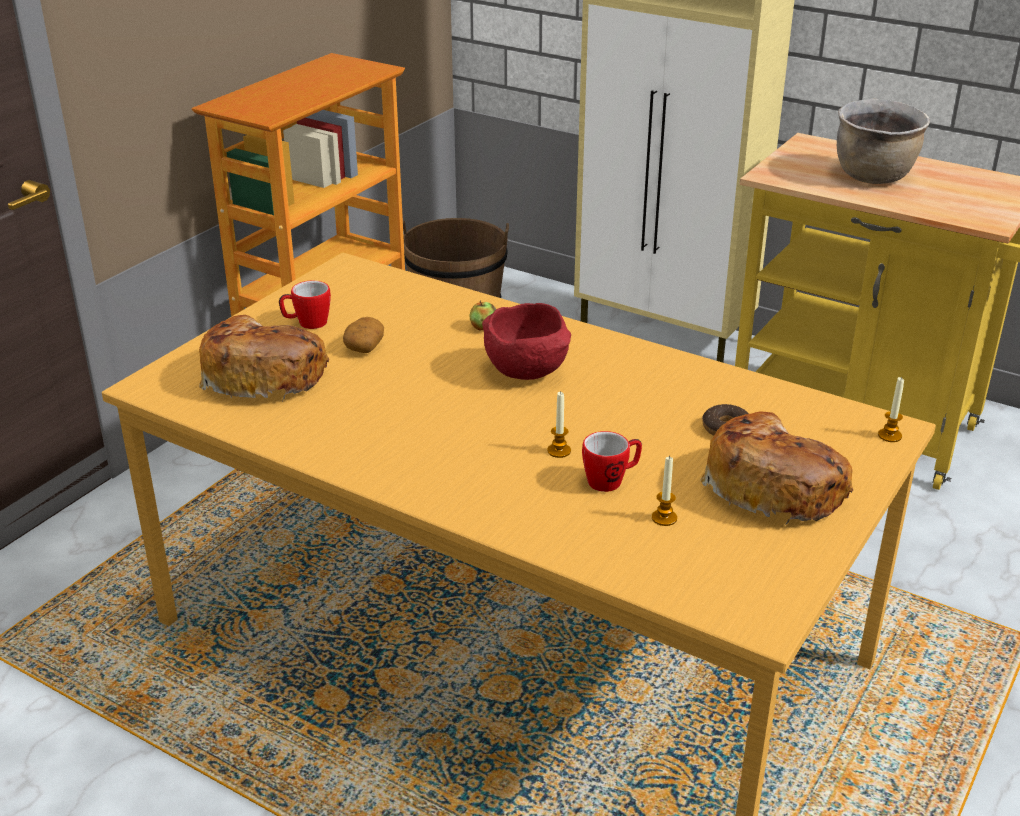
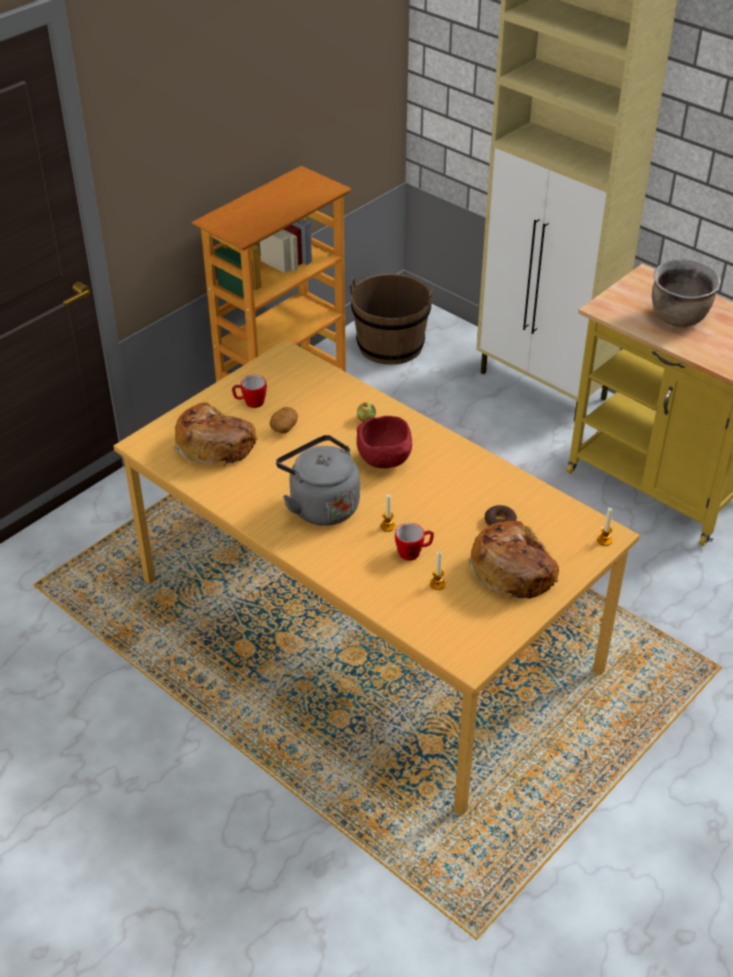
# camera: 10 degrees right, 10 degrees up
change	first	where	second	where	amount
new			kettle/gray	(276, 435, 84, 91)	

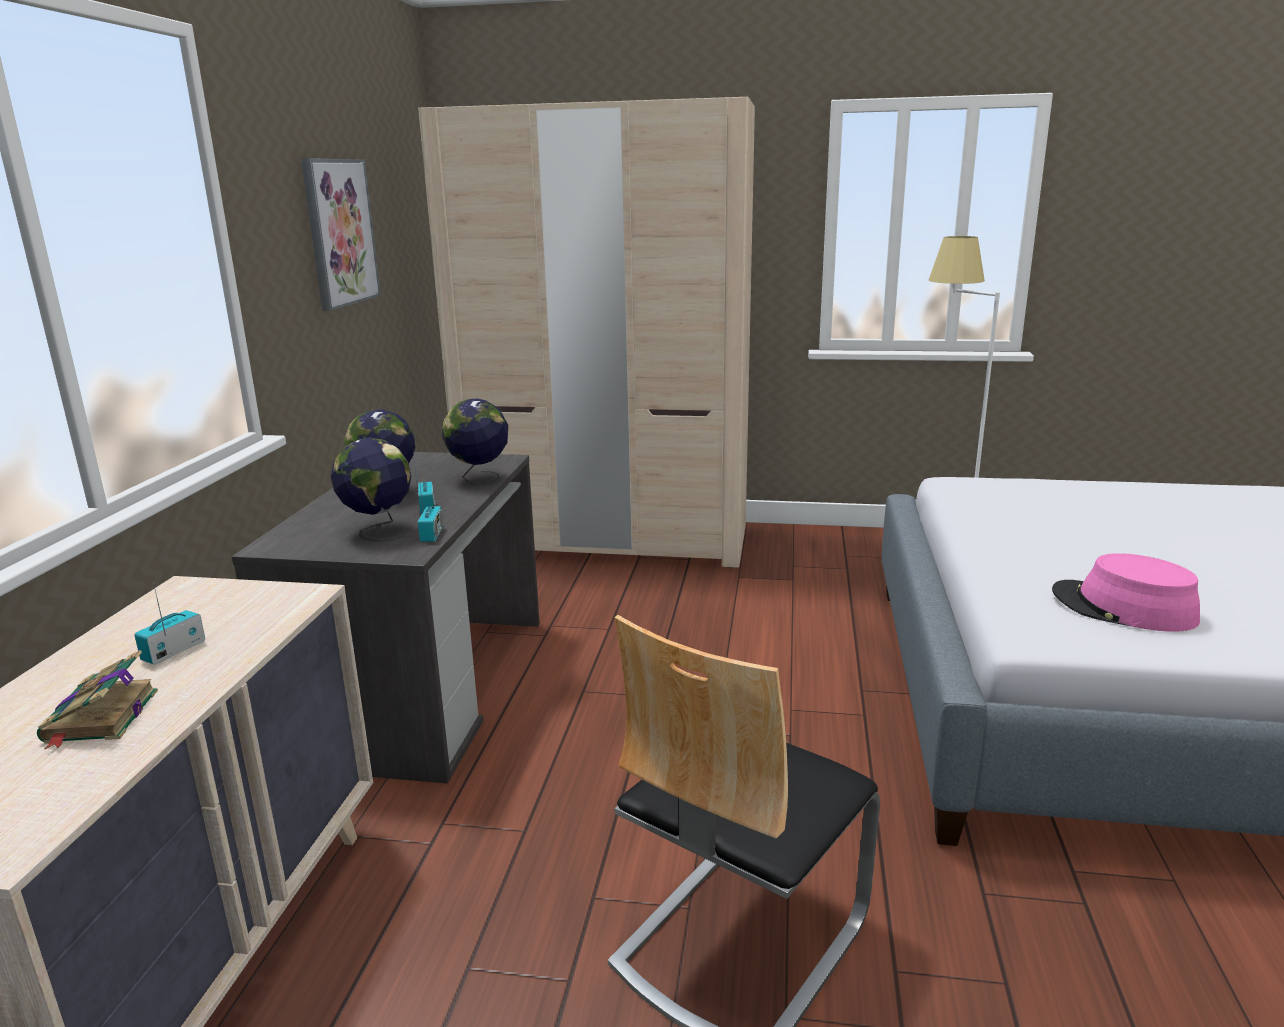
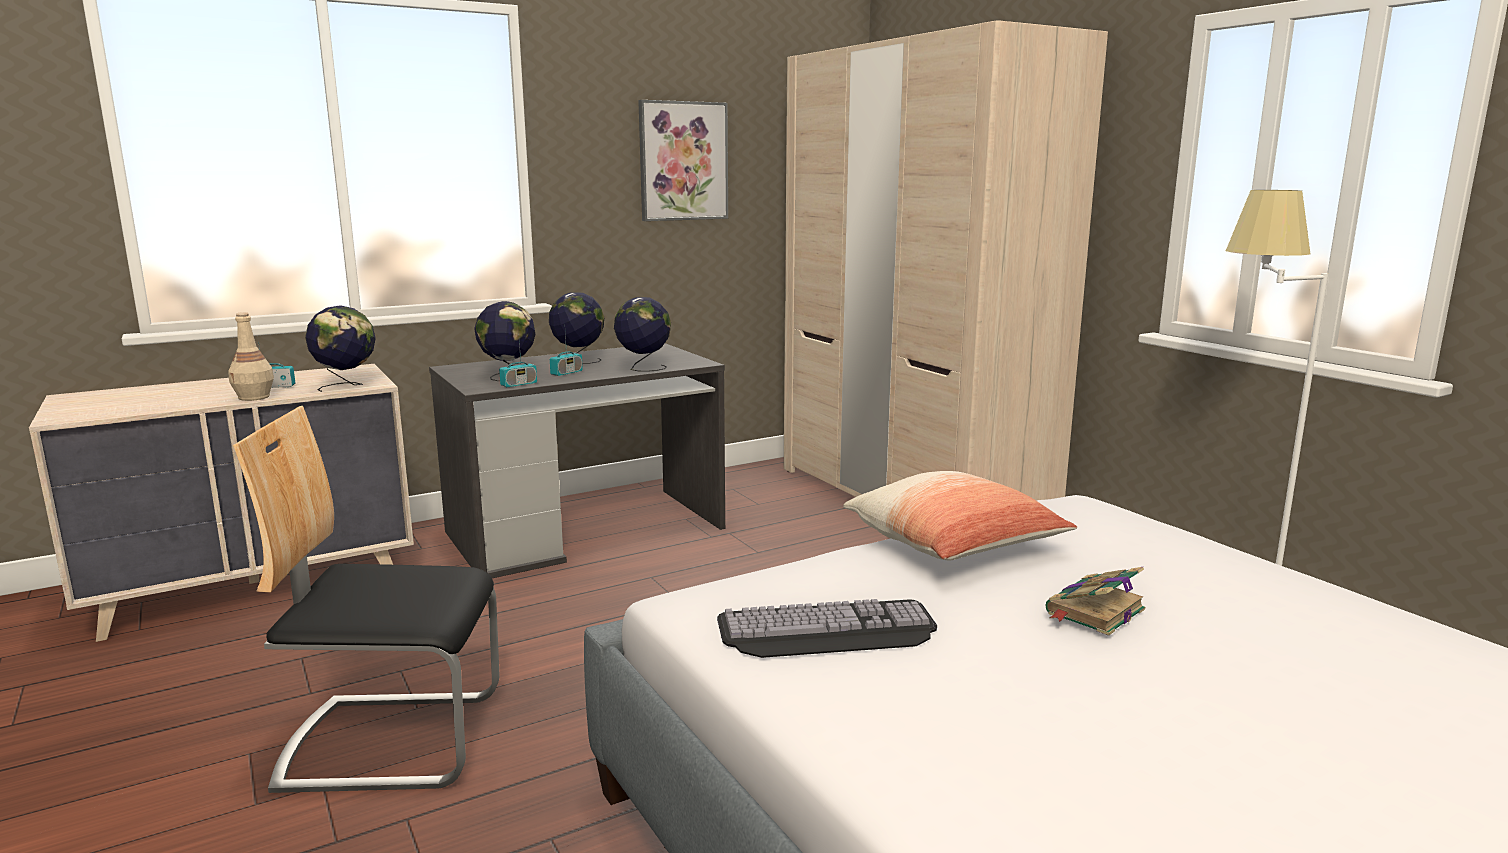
# camera: 50 degrees right, 5 degrees down
change	first	where	second	where	amount
new			beverage bottle/sand-coloured	(228, 312, 46, 89)	
new			globe	(305, 305, 71, 87)	
swapped	wearable hat/pink	(1052, 553, 148, 79)	keyboard	(717, 599, 220, 59)	
new			pillow	(843, 471, 234, 89)	
shifted	volume	(37, 650, 121, 99)		(1046, 567, 99, 69)	

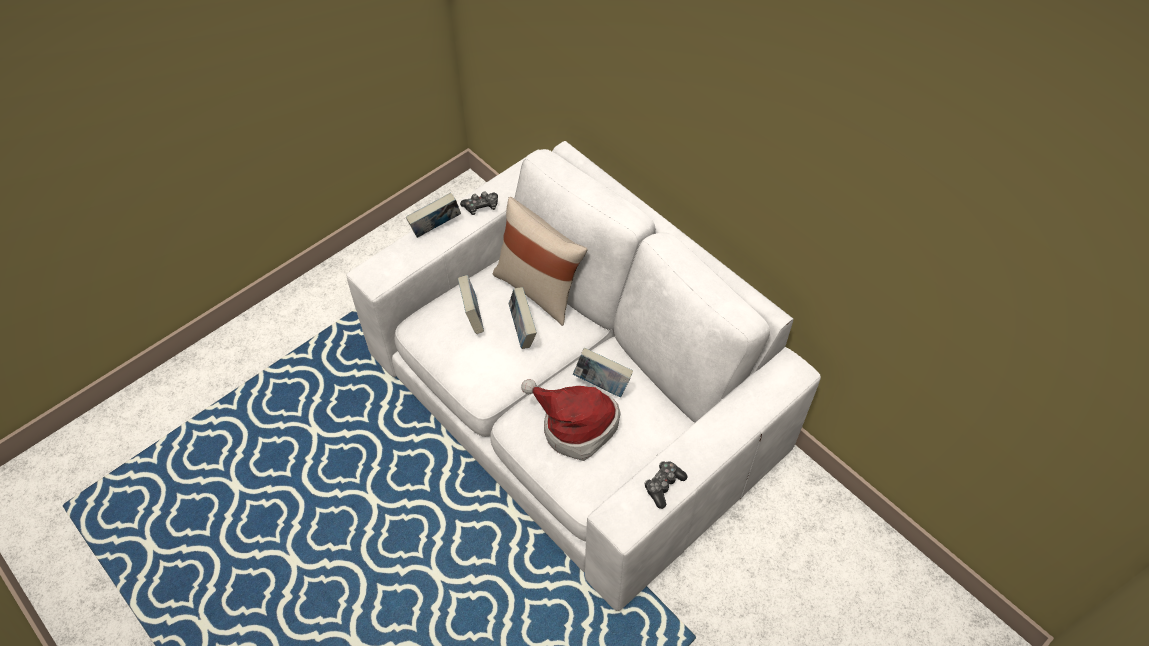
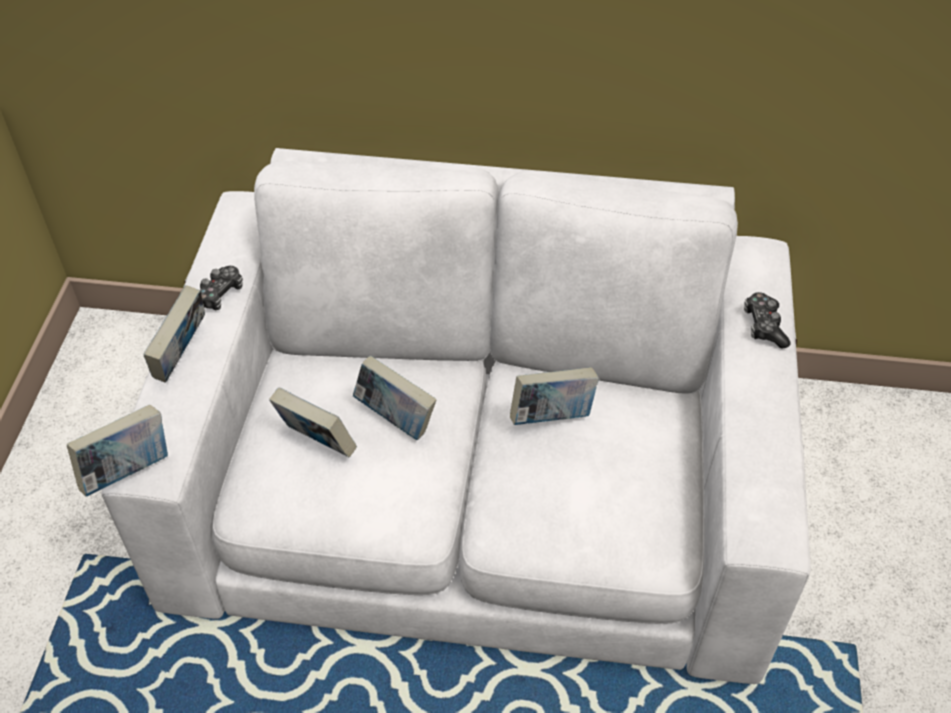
# camera: 40 degrees left, 5 degrees down
change	first	where	second	where	amount
new			volume	(67, 405, 101, 92)	
shifted	joypad	(644, 461, 44, 48)		(744, 292, 46, 56)	
gone	pillow/sand-coloured	(493, 197, 94, 129)			
gone	wearable hat	(521, 379, 99, 82)			

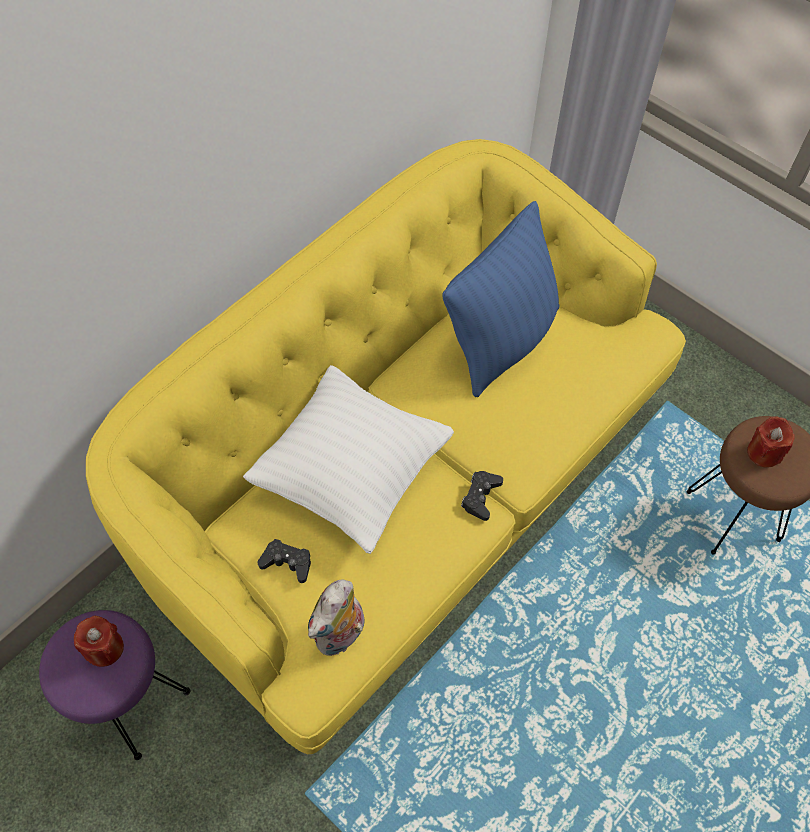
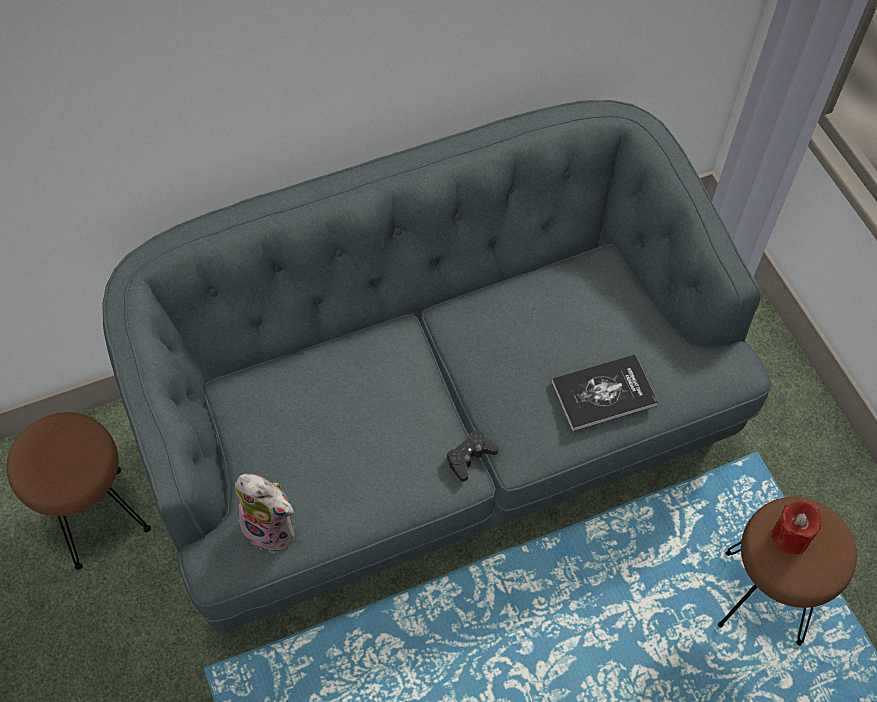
# camera: 25 degrees right, 0 degrees up
change	first	where	second	where	amount
repainted	stool seat/purple	(39, 610, 151, 150)	stool seat/brown-coloured	(7, 412, 144, 158)	
repainted	sofa/yellowish	(86, 139, 600, 615)	sofa/gray	(102, 100, 670, 532)	
rotated	cuddly toy	(308, 580, 56, 76)		(235, 474, 60, 79)	120 degrees counterclockwise
new			volume	(551, 355, 107, 76)	
gone	candle/red-coloured	(74, 616, 50, 51)			
gone	pillow/whitish	(243, 365, 211, 189)			
gone	joypad/blackish	(257, 539, 54, 44)			
gone	pillow/blue-coloured	(442, 201, 117, 196)			

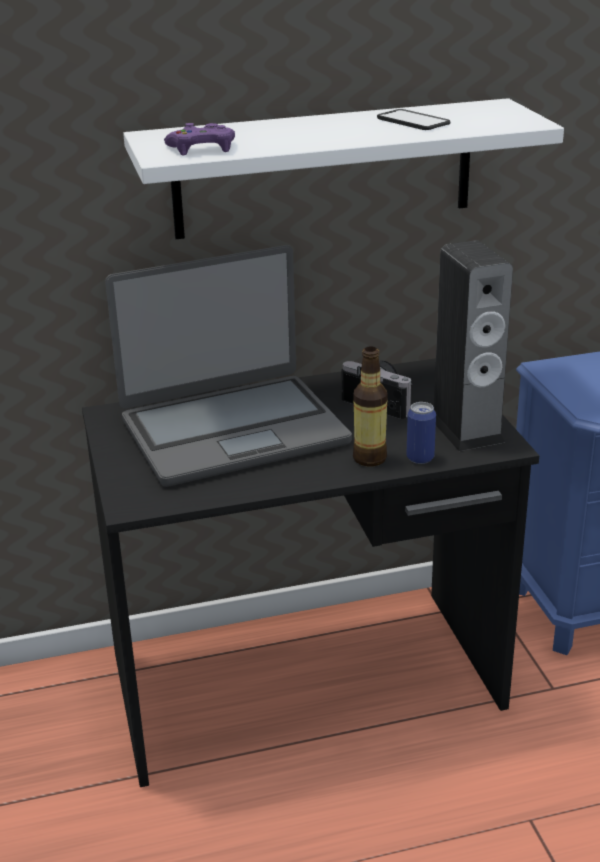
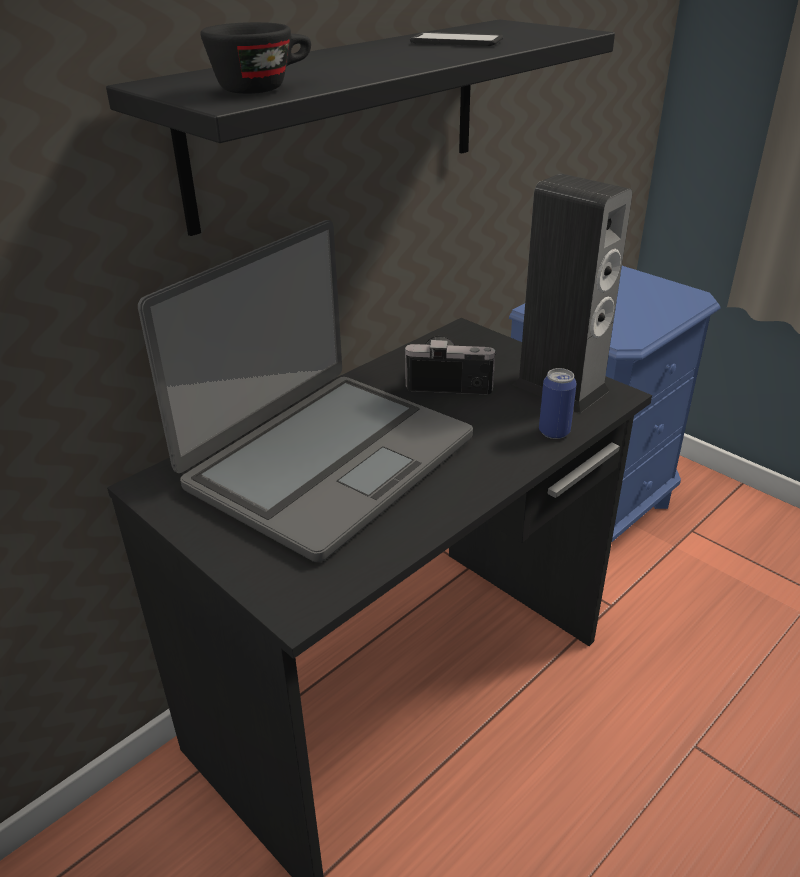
# camera: 30 degrees left, 5 degrees up
change	first	where	second	where	amount
repainted	shelf/whitish	(123, 98, 441, 141)	shelf/blackish	(106, 19, 509, 217)	
swapped	joypad/purple	(164, 123, 71, 32)	cup/blackish	(200, 22, 111, 72)	
gone	beverage bottle	(353, 346, 35, 120)			

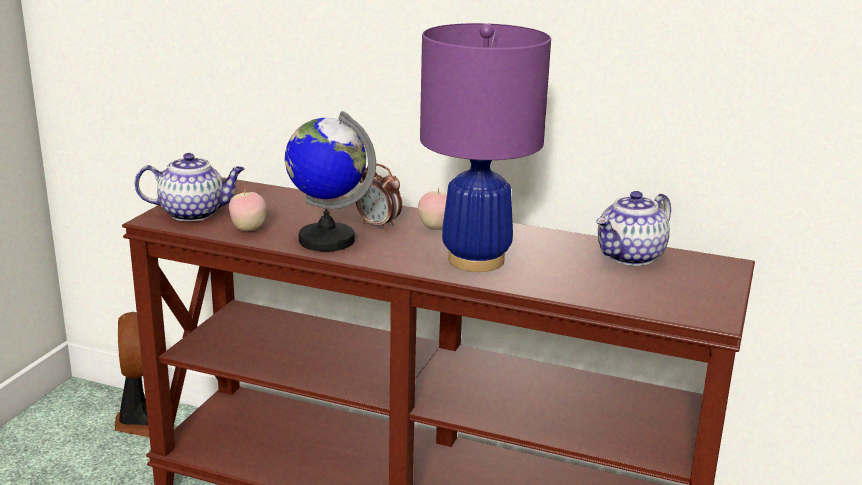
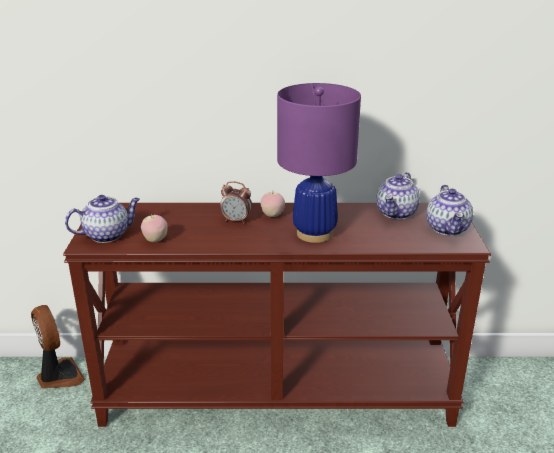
# camera: 20 degrees left, 5 degrees up
change	first	where	second	where	amount
new			tea pot	(426, 185, 47, 51)	
gone	globe	(285, 111, 91, 141)			

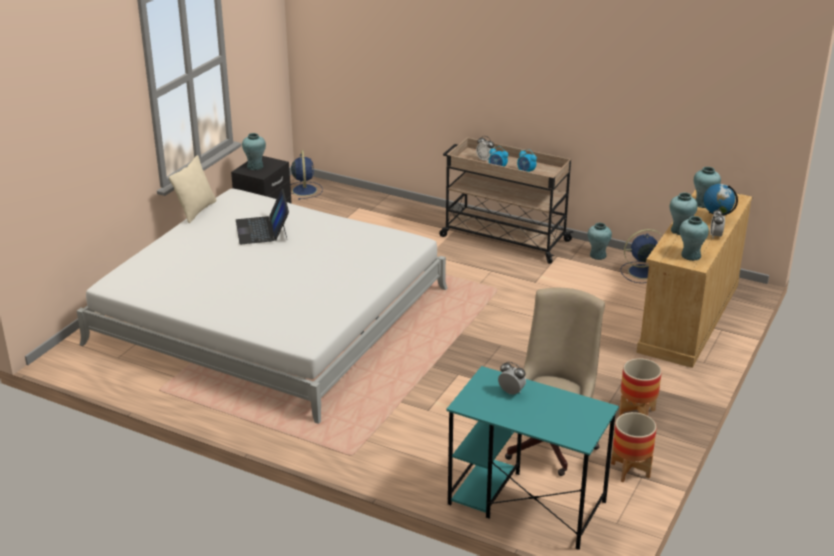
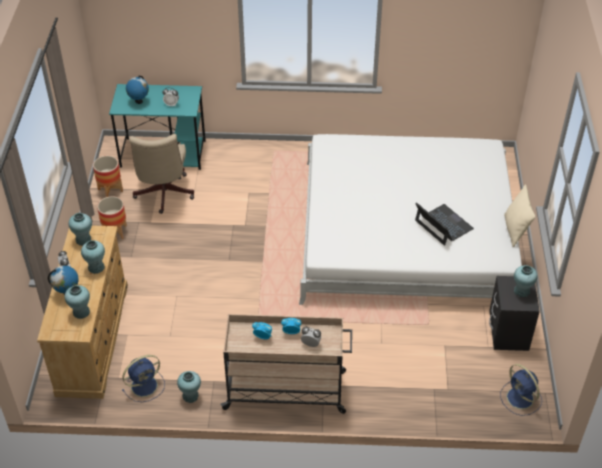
# camera: 155 degrees right, 15 degrees up
change	first	where	second	where	amount
new			globe	(126, 76, 23, 28)	

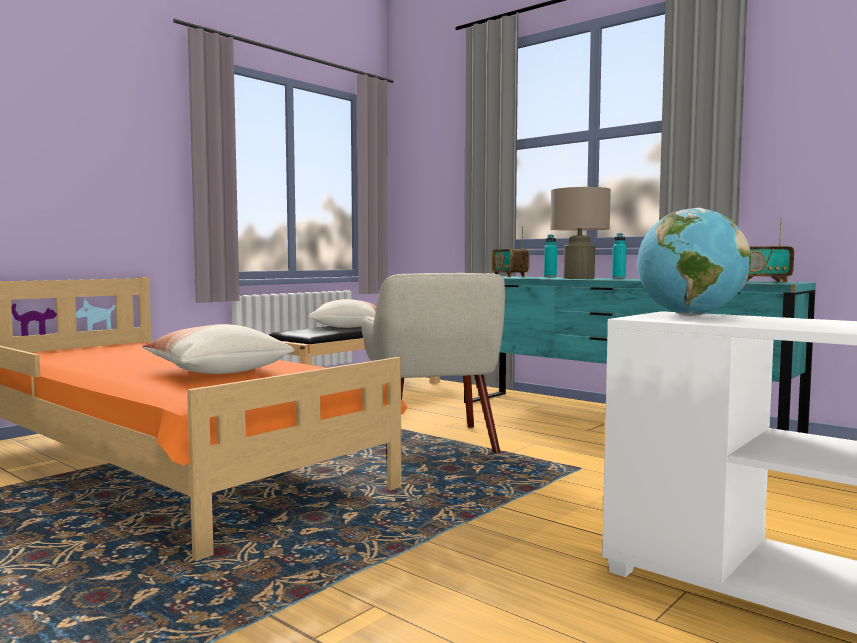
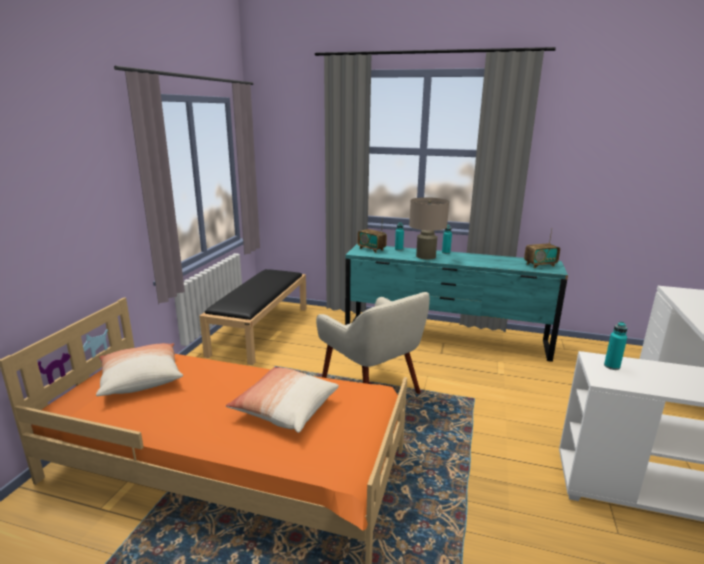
# camera: 25 degrees left, 15 degrees up
change	first	where	second	where	amount
shifted	pillow	(308, 299, 68, 29)		(96, 343, 87, 53)	
swapped	globe	(637, 208, 114, 108)	beverage bottle/turquoise-coloured	(604, 322, 23, 48)	

